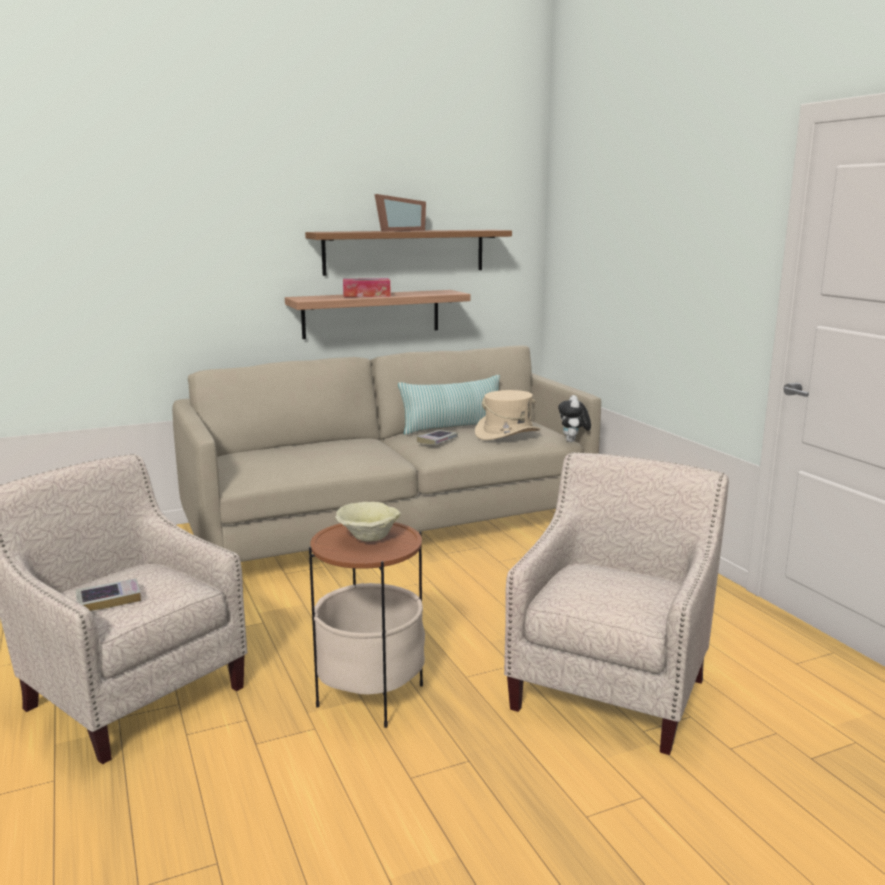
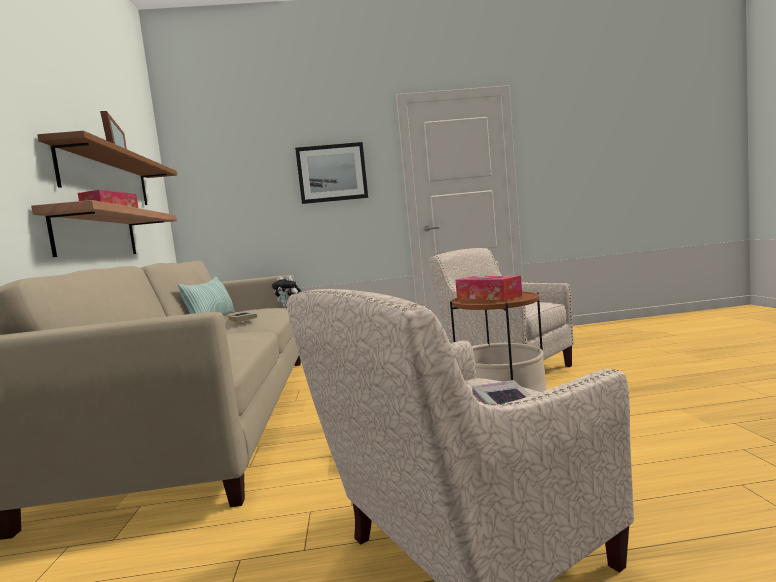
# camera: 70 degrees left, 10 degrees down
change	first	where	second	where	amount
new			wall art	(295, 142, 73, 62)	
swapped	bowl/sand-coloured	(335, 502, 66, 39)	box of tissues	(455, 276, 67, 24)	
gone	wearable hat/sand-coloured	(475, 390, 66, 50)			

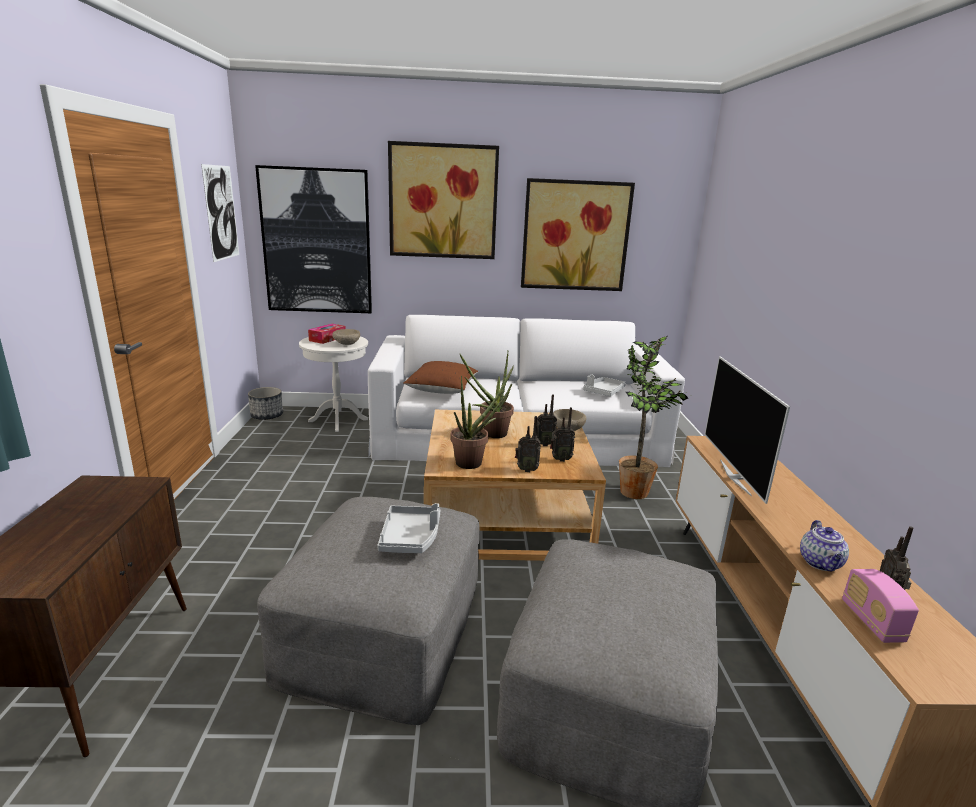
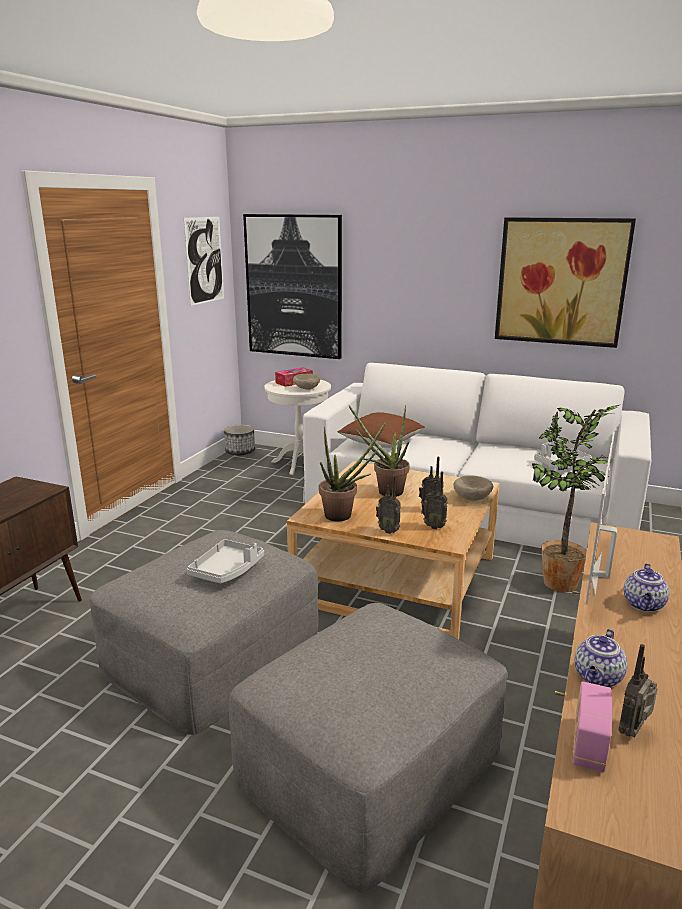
# camera: 25 degrees right, 0 degrees up
change	first	where	second	where	amount
new			tea pot	(624, 563, 46, 49)	
gone	wall art	(388, 141, 111, 118)			

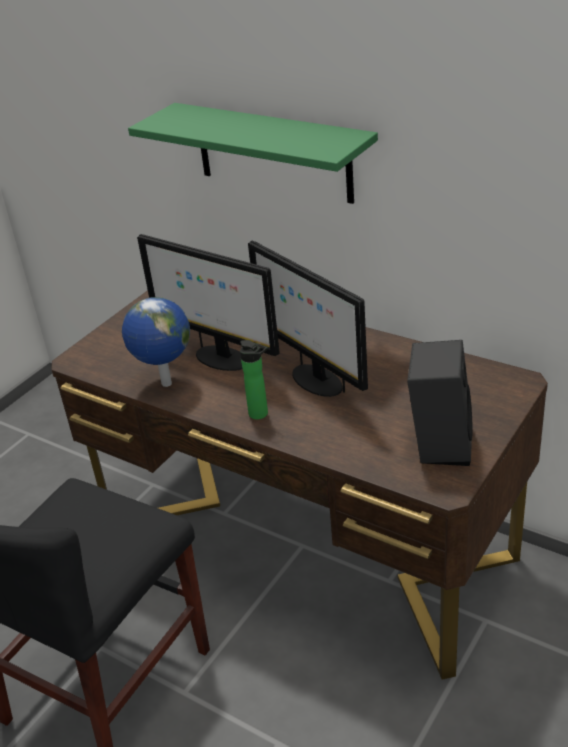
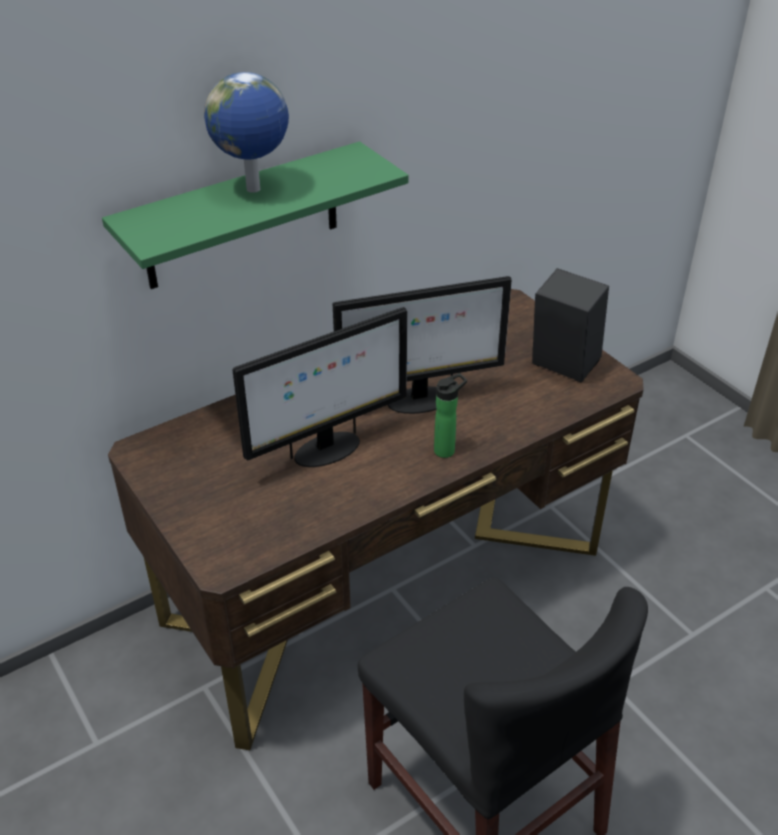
# camera: 70 degrees left, 5 degrees up
change	first	where	second	where	amount
shifted	globe	(122, 297, 68, 90)		(204, 72, 85, 121)	

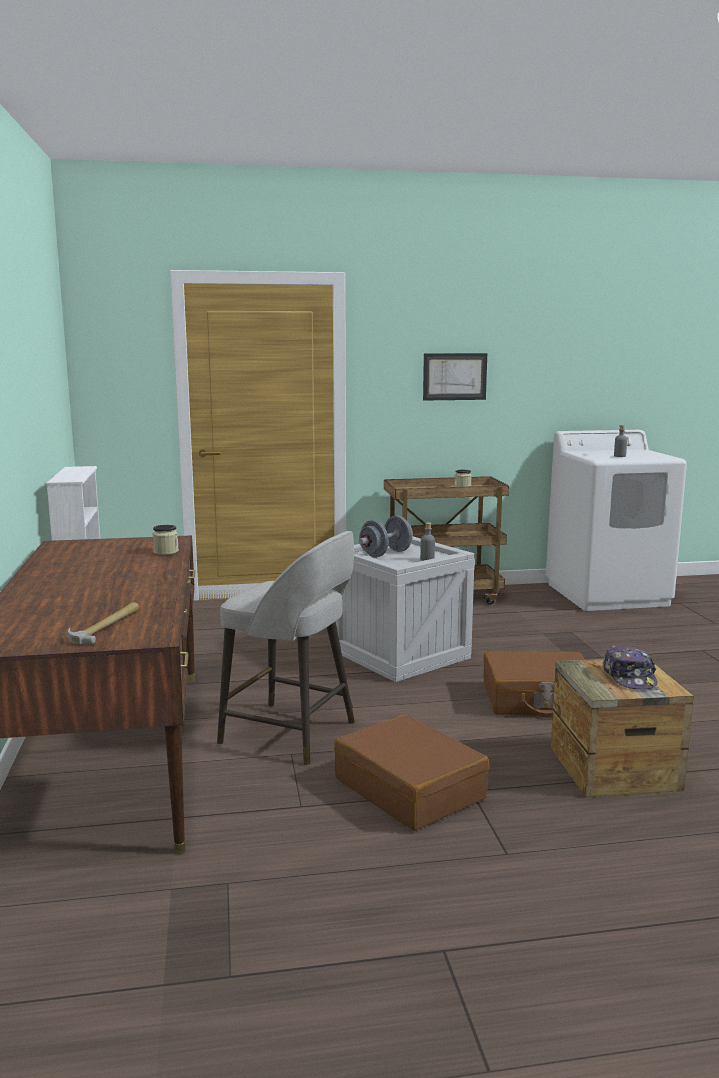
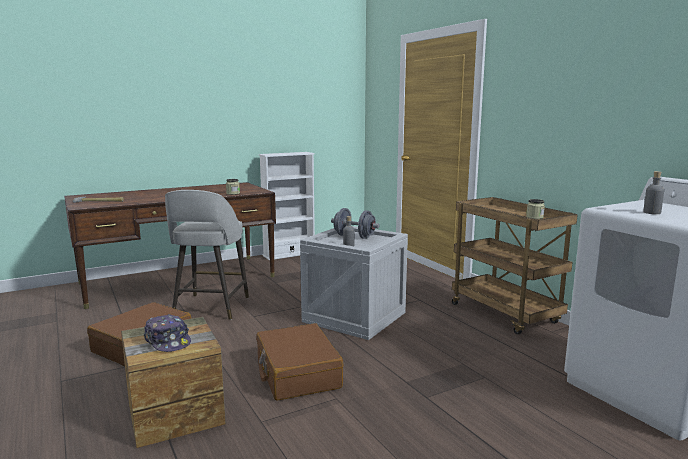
# camera: 70 degrees right, 0 degrees up
change	first	where	second	where	amount
rotated	cap	(603, 645, 55, 44)		(144, 314, 47, 38)	105 degrees counterclockwise
gone	wall art	(423, 353, 64, 47)			

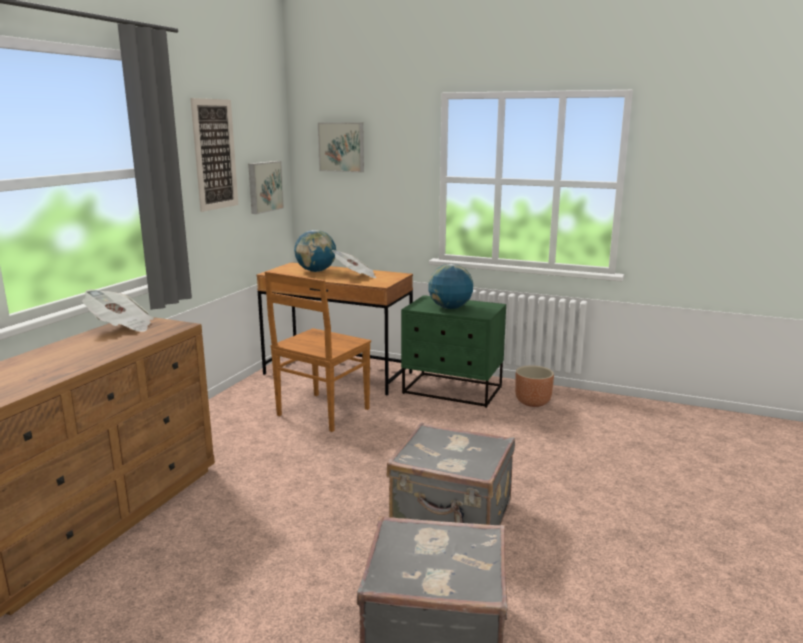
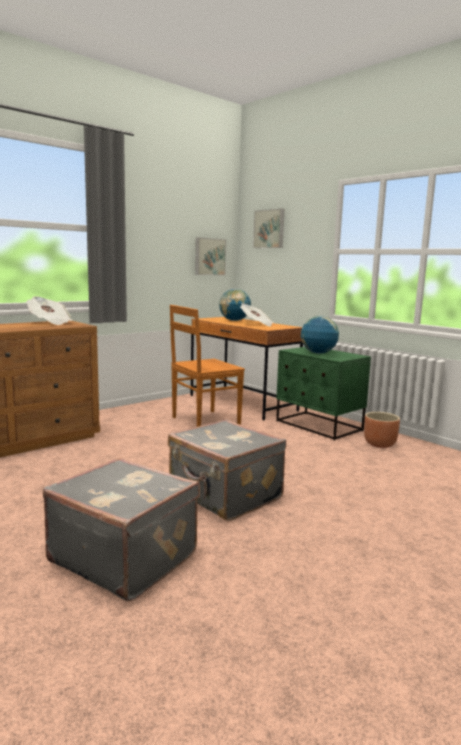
# camera: 25 degrees right, 5 degrees down
change	first	where	second	where	amount
gone	wall art	(190, 98, 48, 114)			

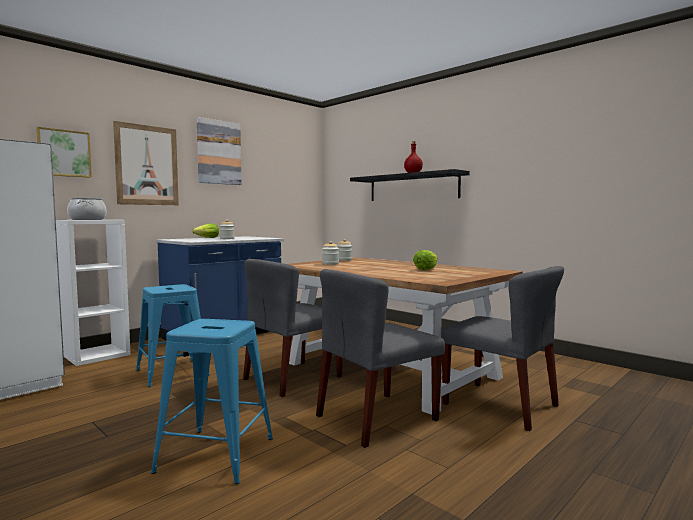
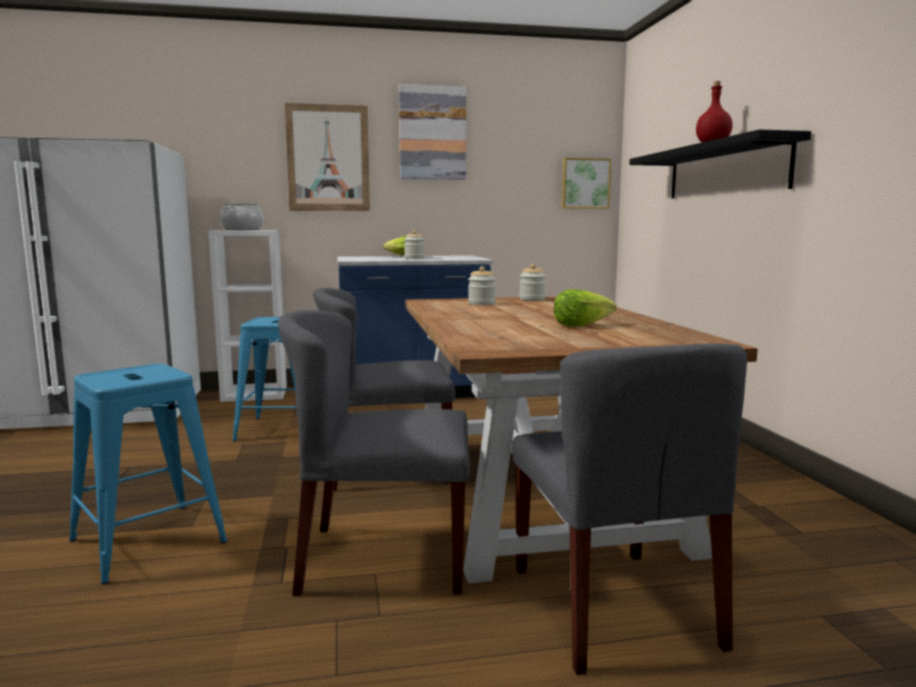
# camera: 35 degrees right, 5 degrees up
change	first	where	second	where	amount
shifted	wall art	(36, 127, 56, 51)		(562, 158, 49, 51)	

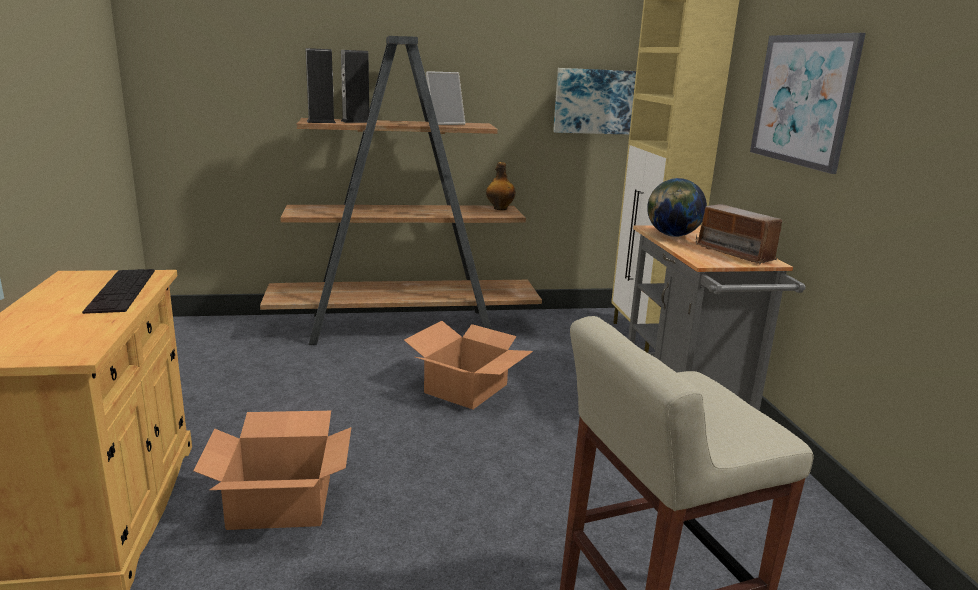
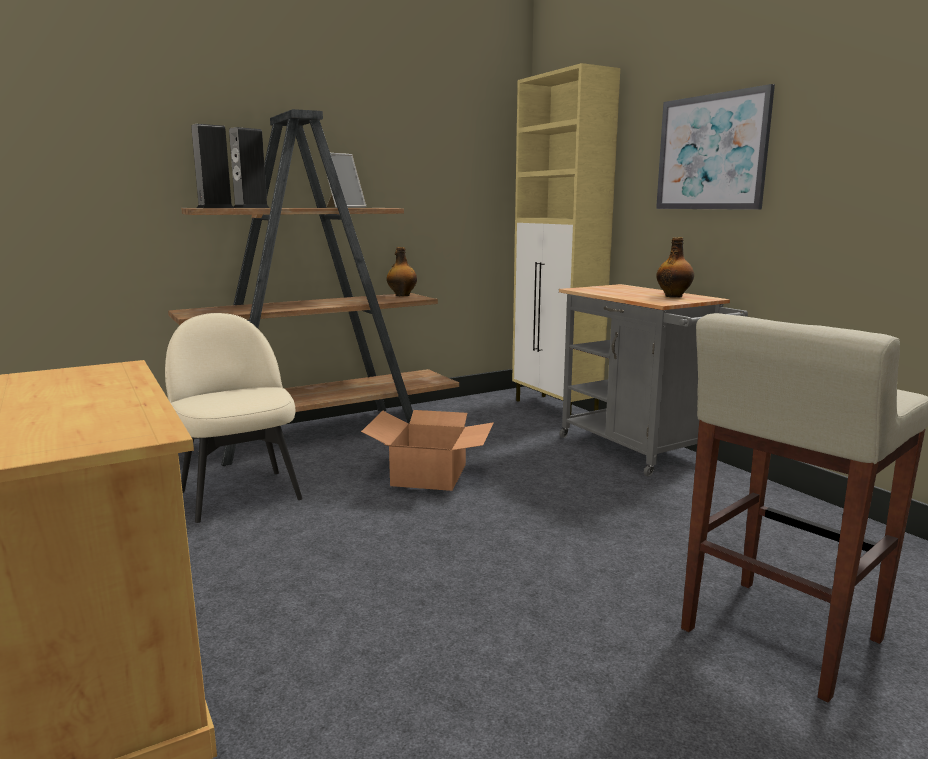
# camera: 20 degrees left, 5 degrees down
change	first	where	second	where	amount
new			plain chair/sand-coloured	(165, 313, 138, 210)	
swapped	radio set	(696, 204, 90, 60)	beverage bottle	(656, 237, 38, 61)	
gone	keyboard	(82, 269, 73, 45)			
gone	cardboard box	(193, 411, 159, 119)			
gone	wall art	(553, 68, 83, 67)			
gone	globe	(647, 178, 60, 59)			

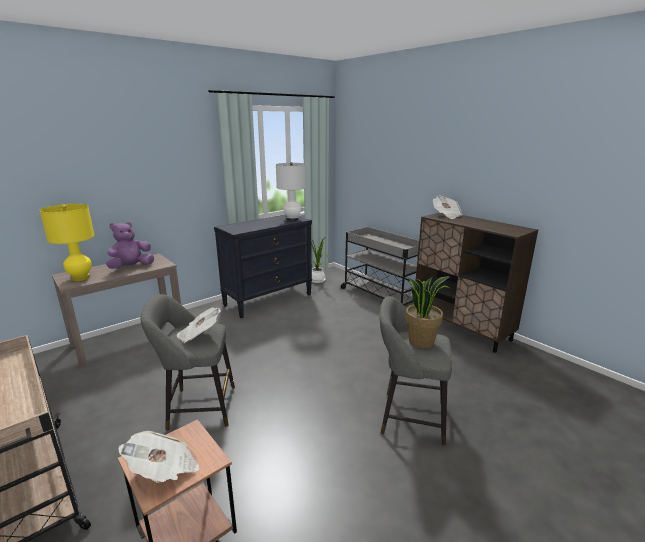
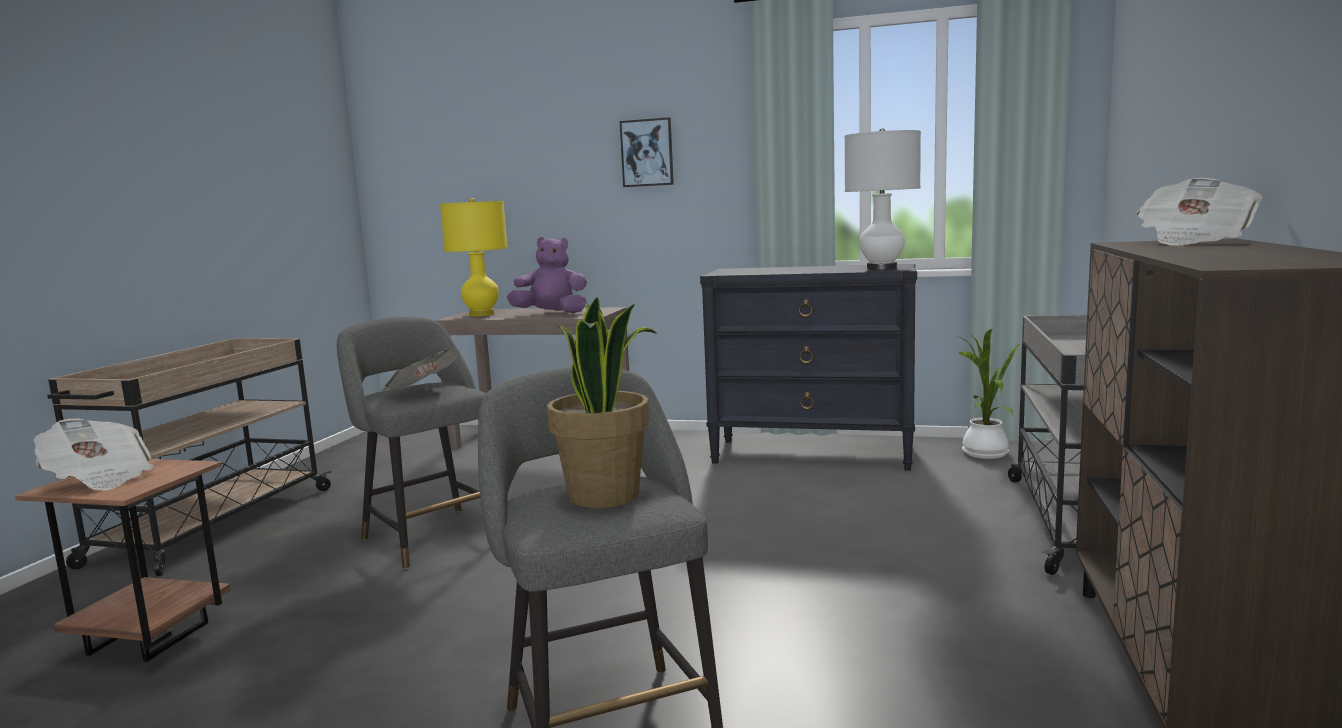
# camera: 55 degrees right, 10 degrees down
change	first	where	second	where	amount
new			wall art	(620, 117, 54, 70)	

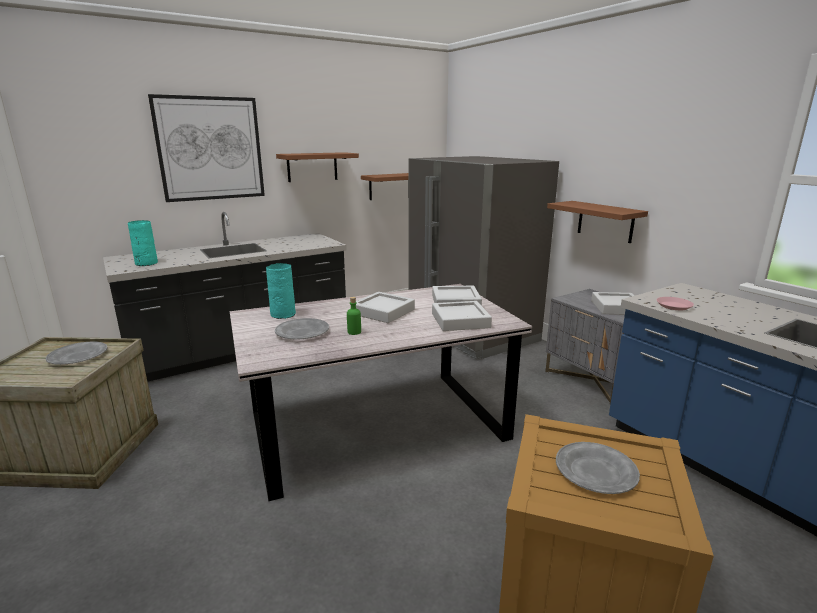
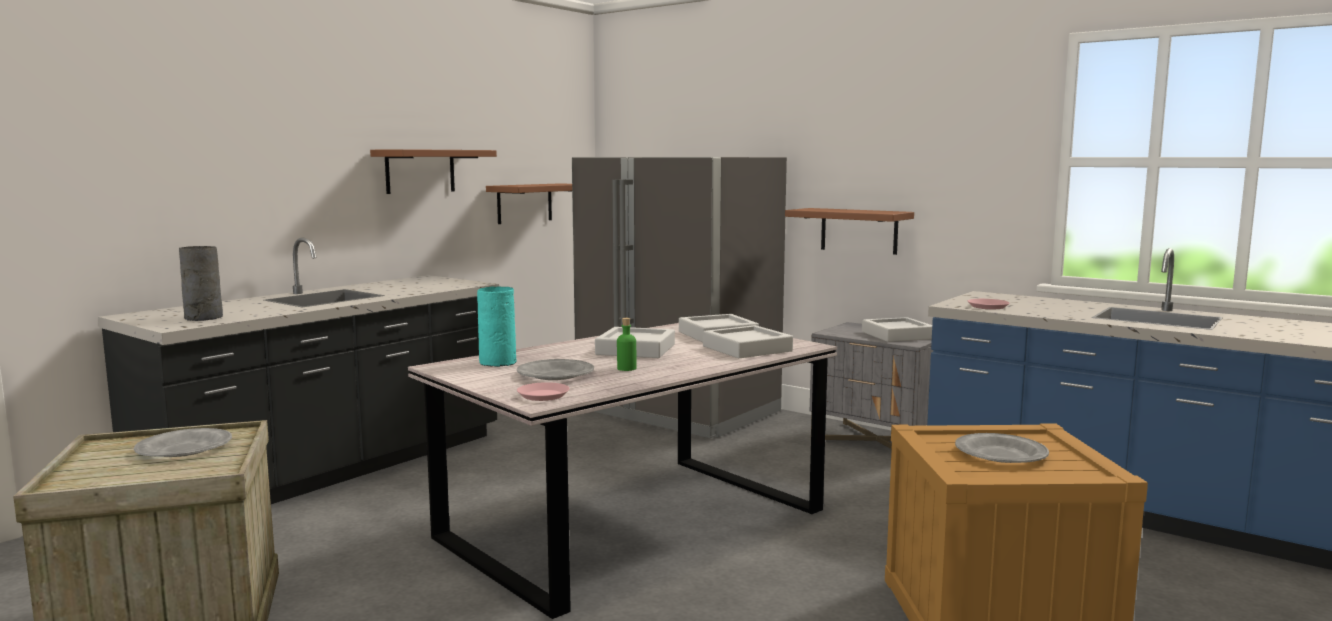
# camera: 20 degrees left, 10 degrees down
change	first	where	second	where	amount
repainted	decorative vase/turquoise-coloured	(128, 220, 30, 46)	decorative vase/gray	(179, 246, 44, 75)	
new			plate/pink	(517, 382, 53, 19)	
gone	wall art	(148, 94, 117, 108)			

